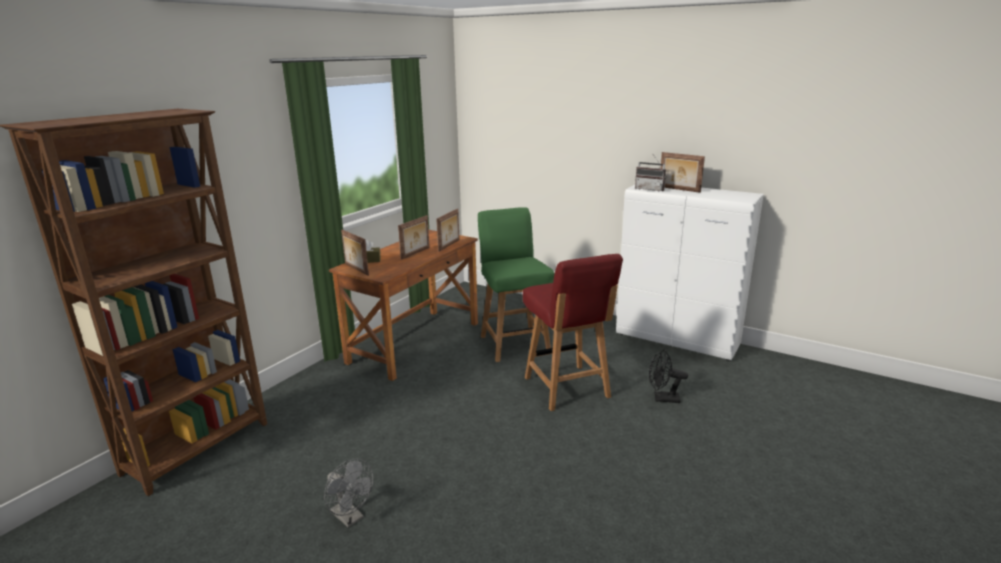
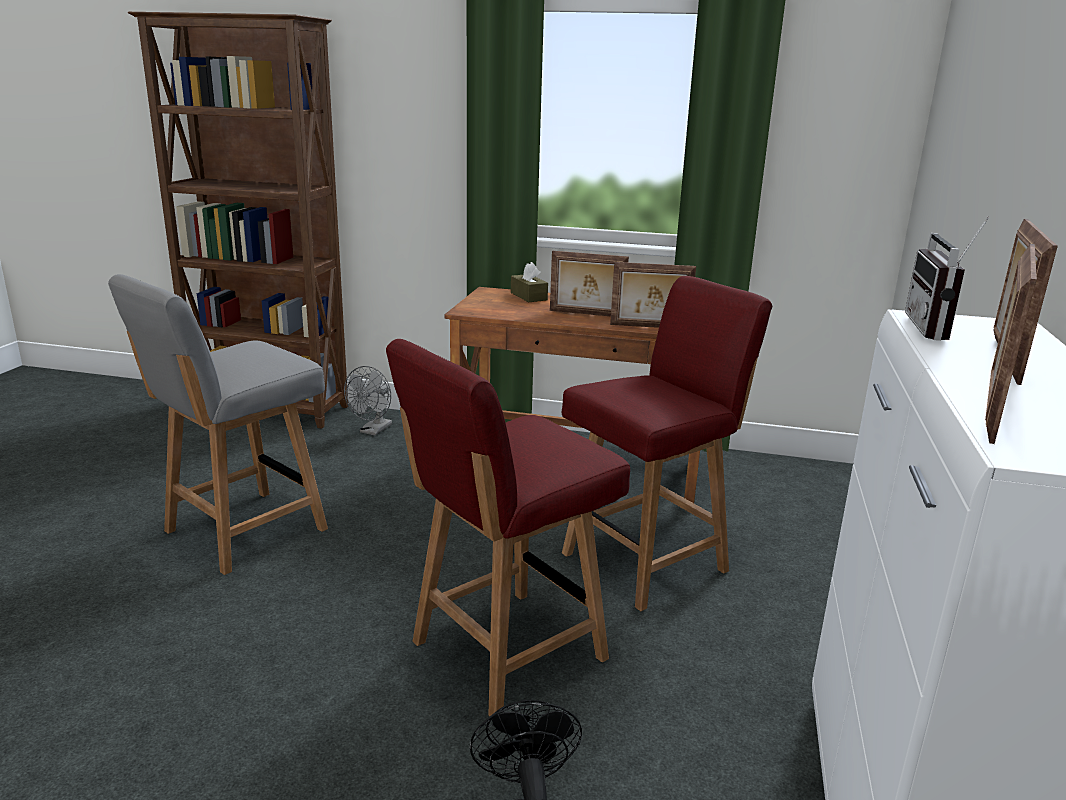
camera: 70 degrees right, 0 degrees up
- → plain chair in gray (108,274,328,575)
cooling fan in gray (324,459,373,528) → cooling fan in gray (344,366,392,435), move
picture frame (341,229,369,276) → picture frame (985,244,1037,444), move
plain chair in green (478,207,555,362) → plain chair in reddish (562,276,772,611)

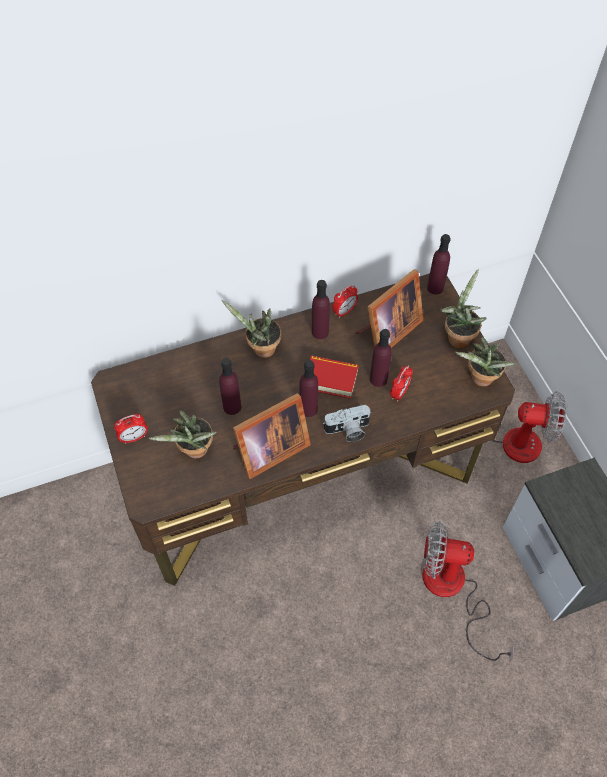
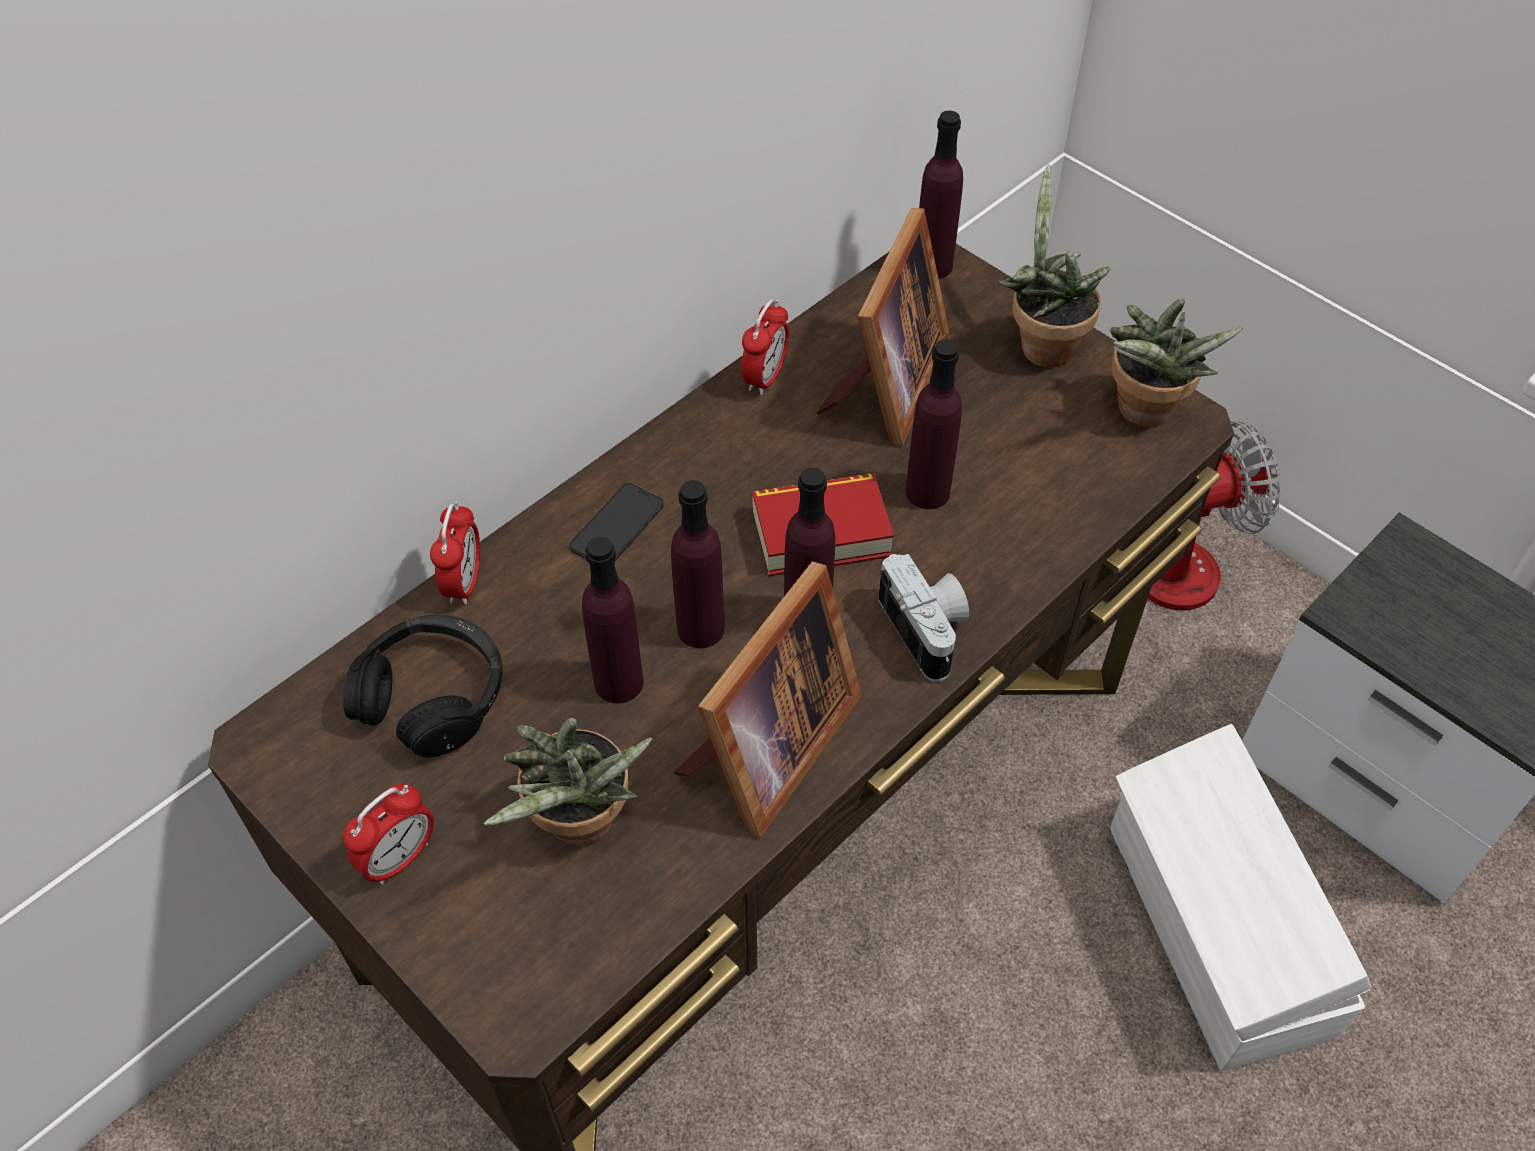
camera: 25 degrees left, 5 degrees down
- → pair of headphones in black-coloured (343,614,502,758)
bottle in purple (312,280,330,339) → bottle in purple (671,480,725,648), move
alarm clock (390,365,413,402) → alarm clock (430,502,480,605), move
potted plant (221,299,281,358) → telephone (569,483,664,562)
cooling fan (422,521,514,662) → storage bin in white-coloured (1110,724,1371,1071)
photo camera (323,405,371,442) → photo camera (878,554,969,682), 75 degrees counterclockwise

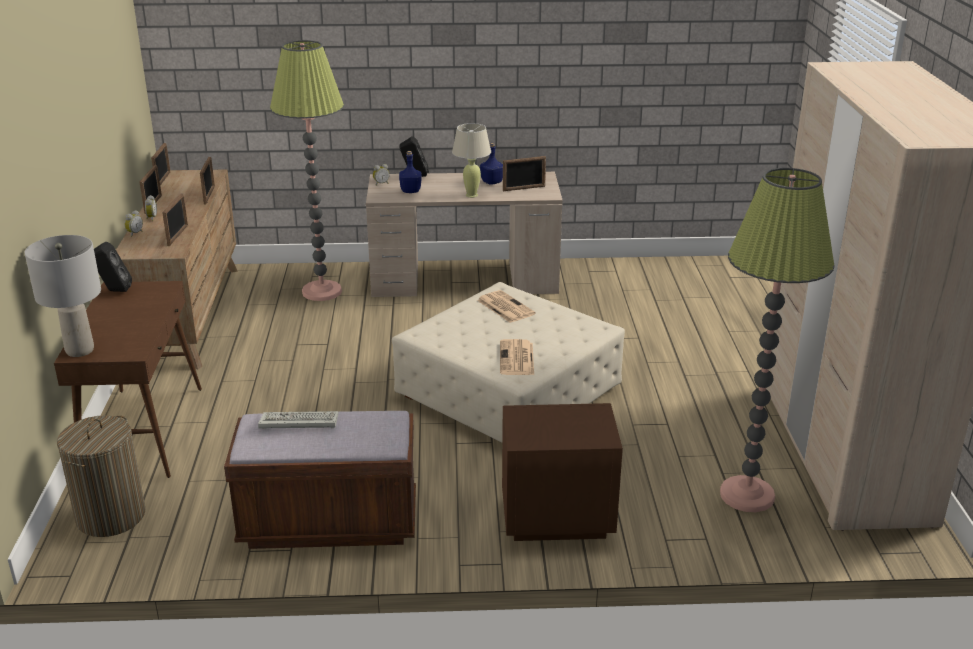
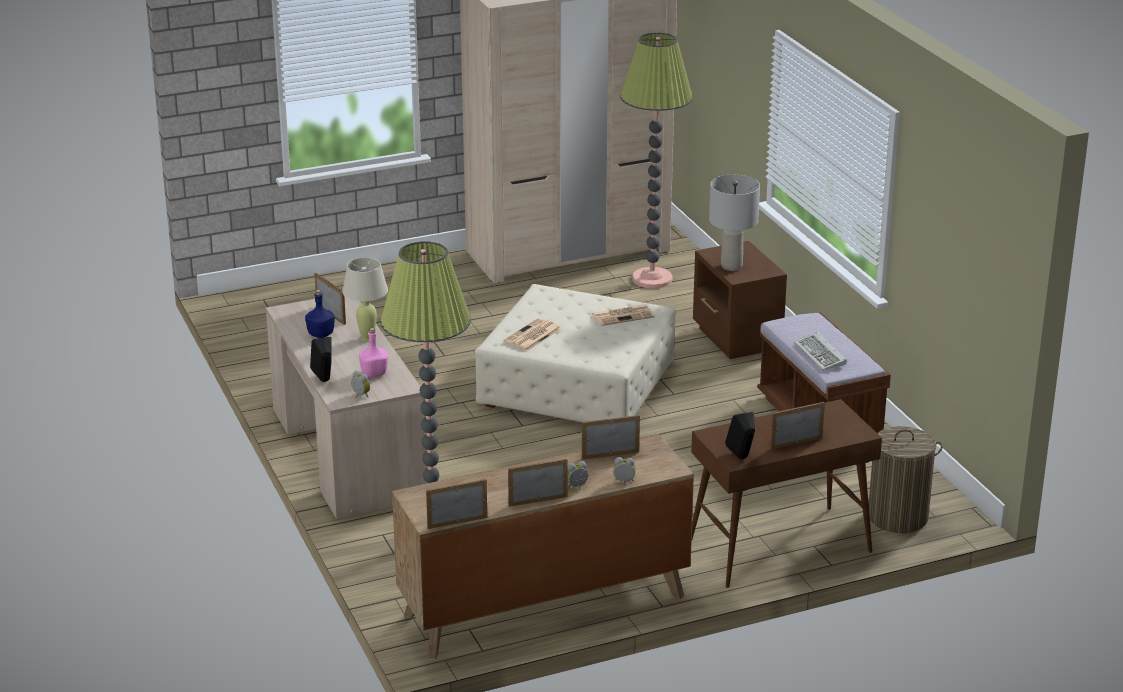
camera: 110 degrees left, 0 degrees up
table lamp in gray (25,235,101,357) → table lamp in gray (709,175,760,271), move
picture frame (200,157,215,204) → picture frame (770,402,825,450), move
bottle in bluish (399,151,422,193) → bottle in pink (359,328,388,377)

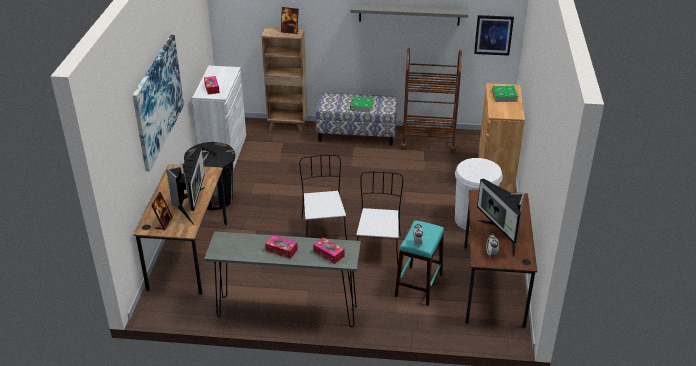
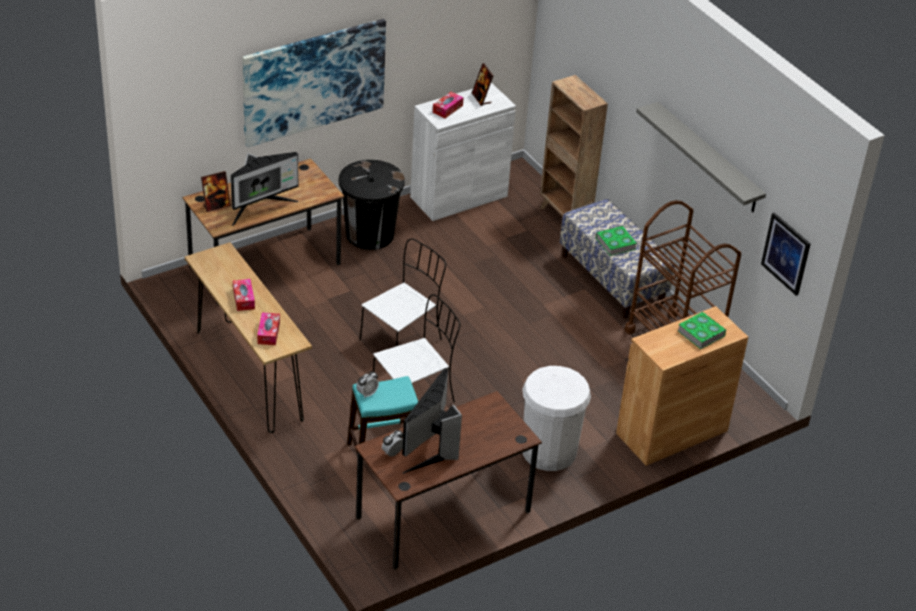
camera: 50 degrees right, 5 degrees up
picture frame (281,7,299,34) → picture frame (472,63,493,106), move
hall table in gray (204,231,361,327) → hall table in brown-coloured (185,242,312,433)

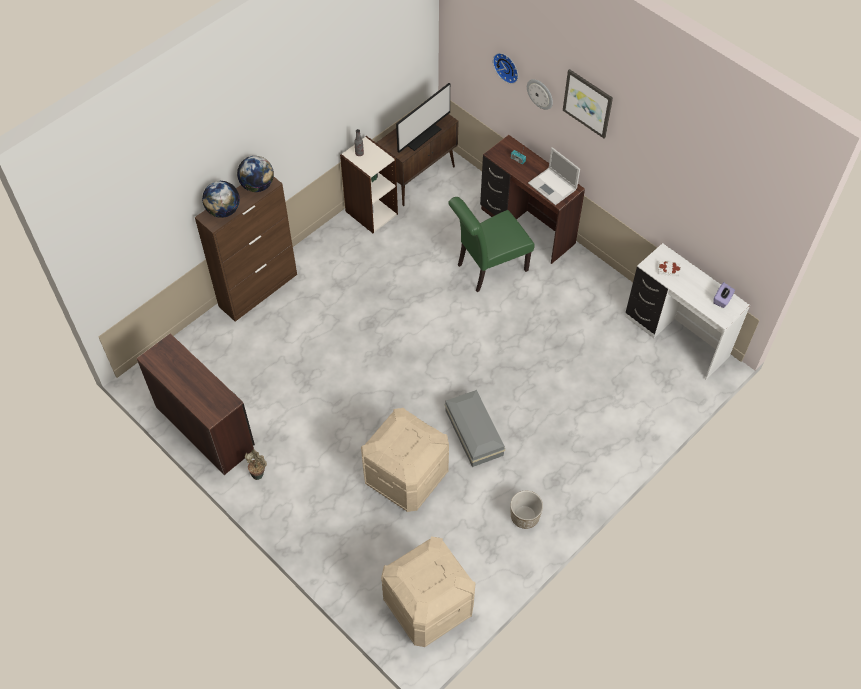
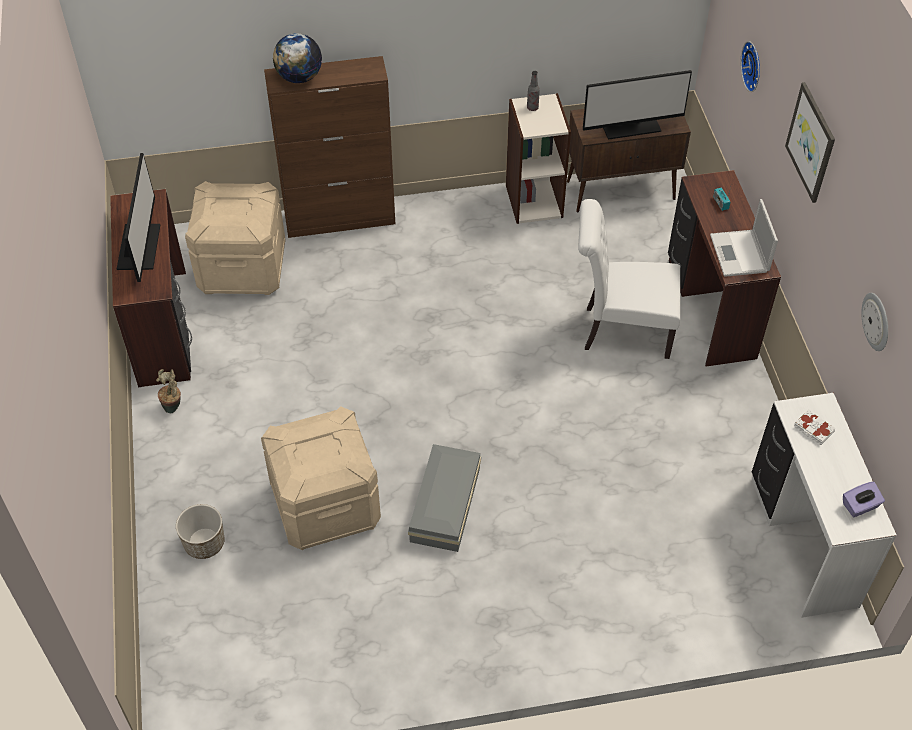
camera: 35 degrees right, 5 degrees down
world globe (237,156,274,192) → -
- → monitor (117,153,160,282)
storage bin in beige (381,536,475,647) → storage bin in beige (185,181,286,295), move
plant pot (511,491,543,529) → plant pot (176,504,225,559), move
wall clock (527,79,553,110) → wall clock (862,293,888,351), move
plain chair in green (448,197,535,292) → plain chair in white-coloured (578,199,680,359)

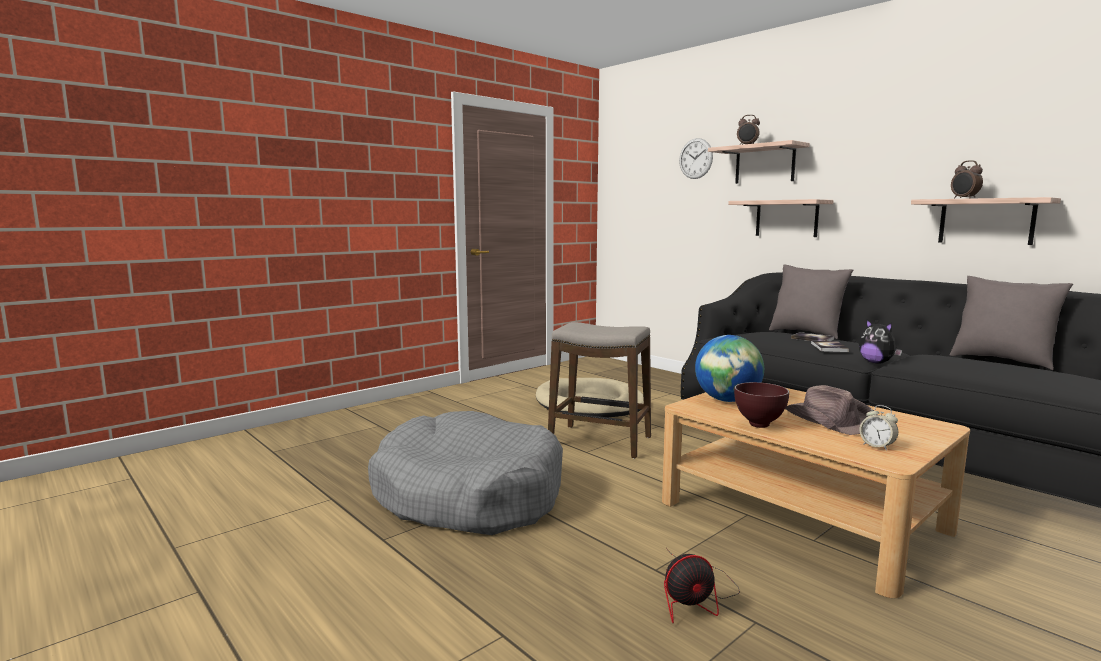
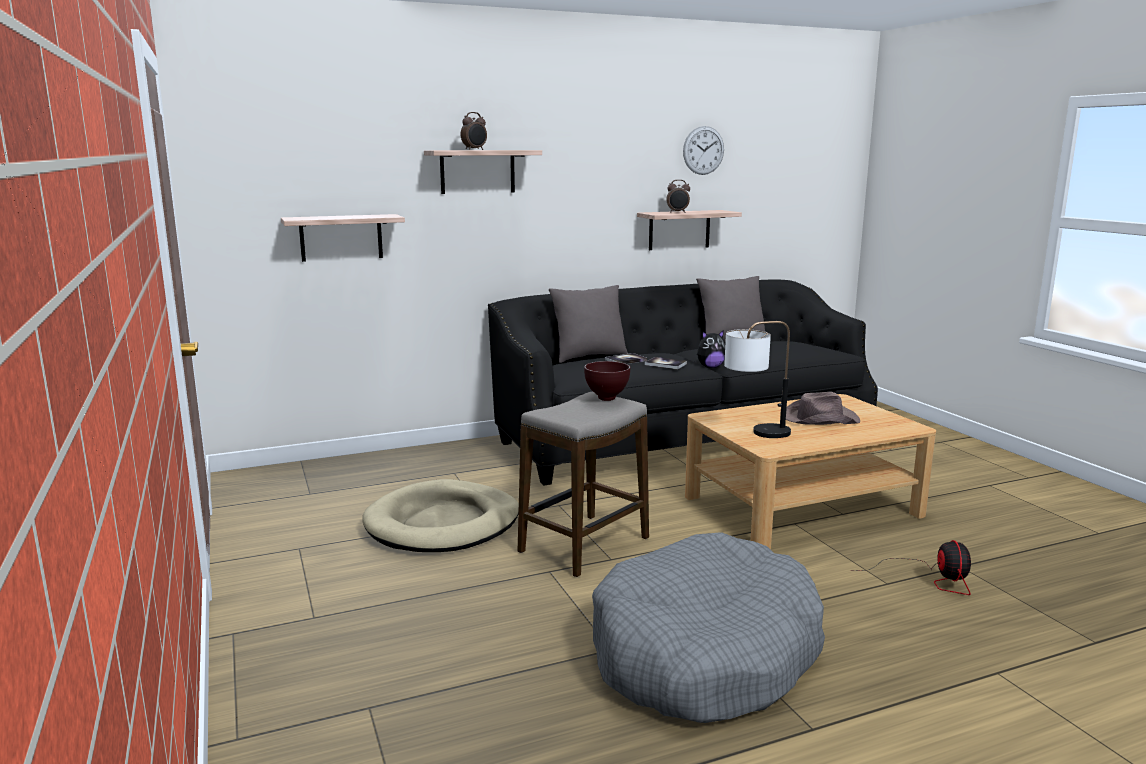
camera: 70 degrees left, 5 degrees up
alarm clock (860,405,898,451) → -
wall clock (679,138,713,179) → wall clock (683,126,724,175), move
bracket shelf (728,199,834,237) → bracket shelf (281,214,405,262), move
bowl in brown-coloured (734,382,789,428) → bowl in brown-coloured (584,361,630,401), move
world globe (695,335,764,402) → table lamp (724,321,791,438)

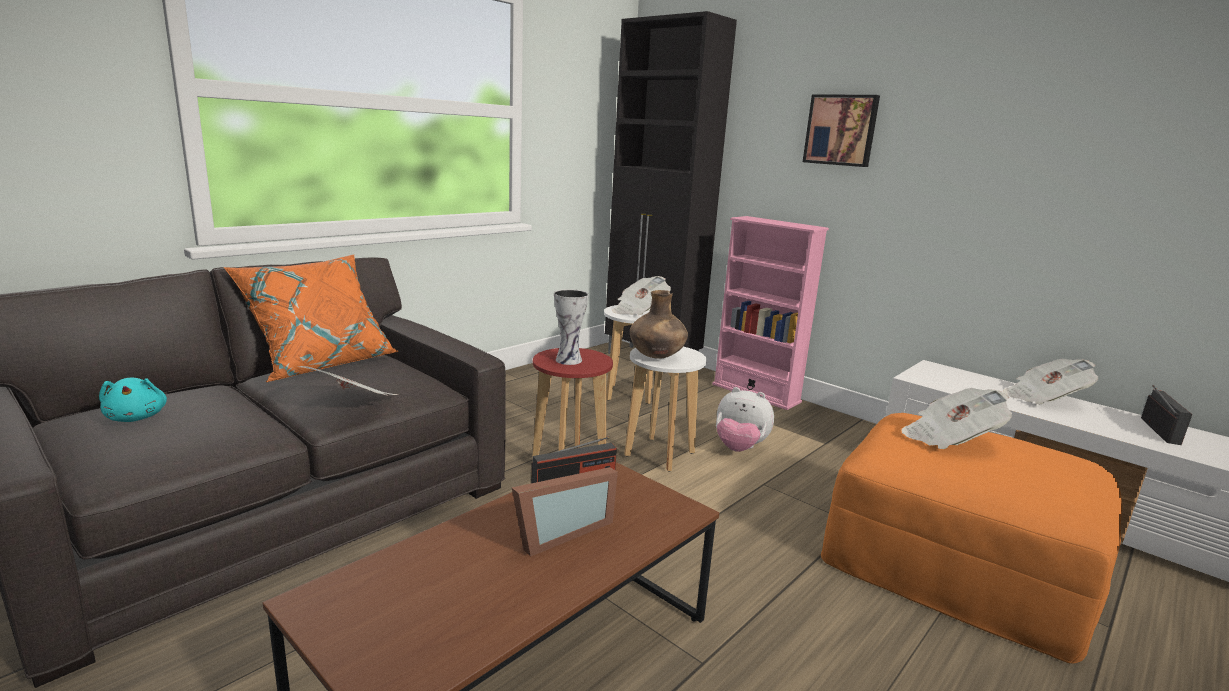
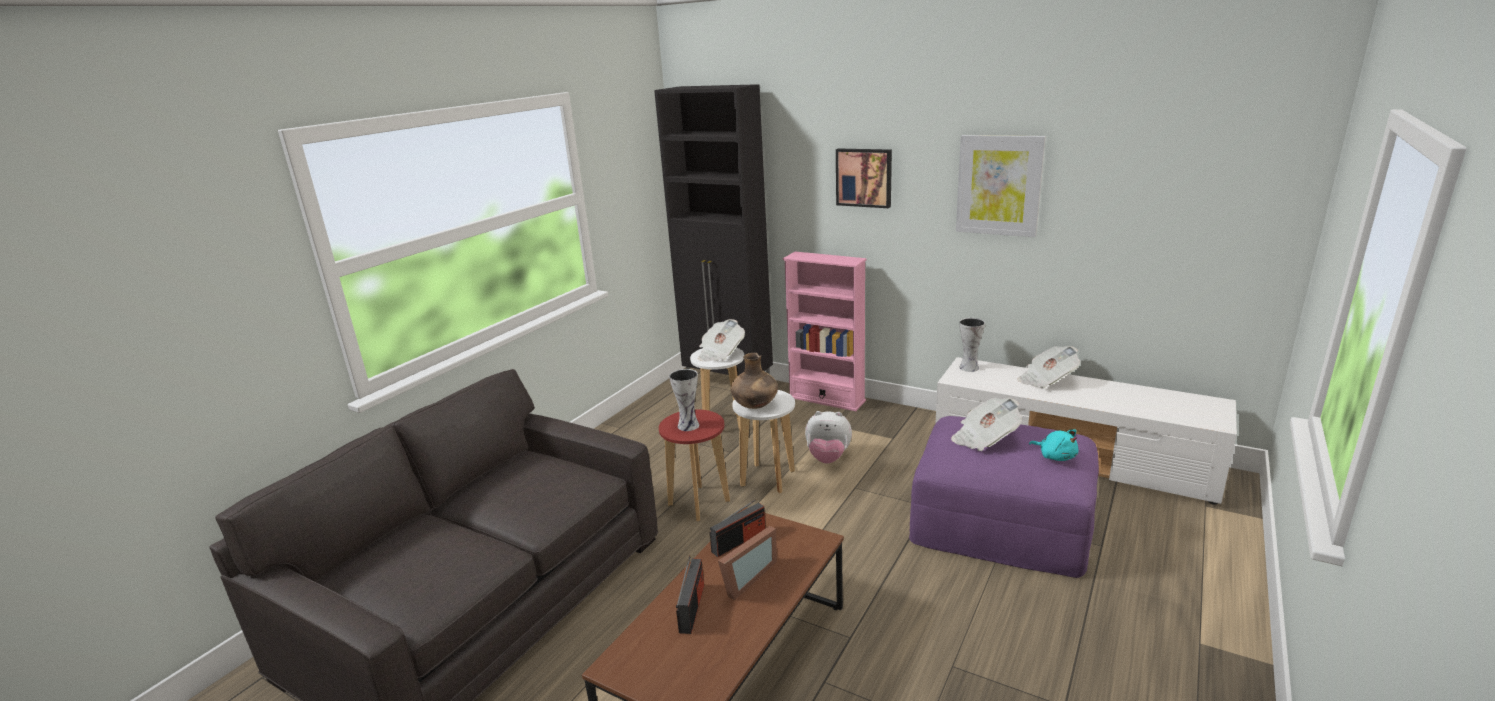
camera: 10 degrees left, 5 degrees up
throw pillow in orangey (223,255,398,382) → -
daily paper (300,366,398,395) → -
- → picture (956,135,1046,237)
- → decorative vase (959,318,985,372)
cuddly toy in blue-green (99,378,167,422) → cuddly toy in blue-green (1029,429,1078,461), move
radio set (1141,385,1192,445) → radio set (676,555,704,634), move
footrest in orangey (821,413,1122,664) → footrest in purple (909,416,1099,578)

